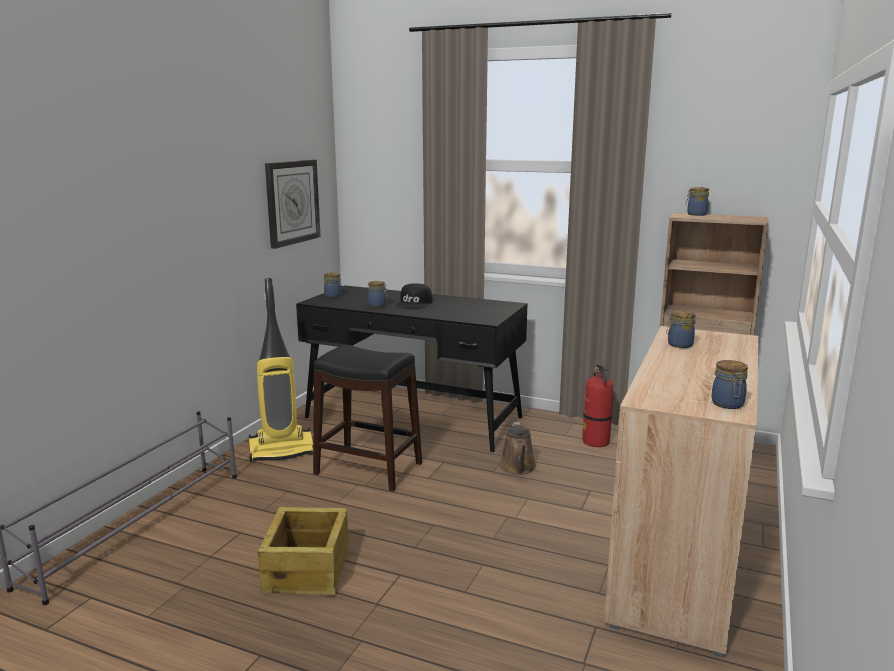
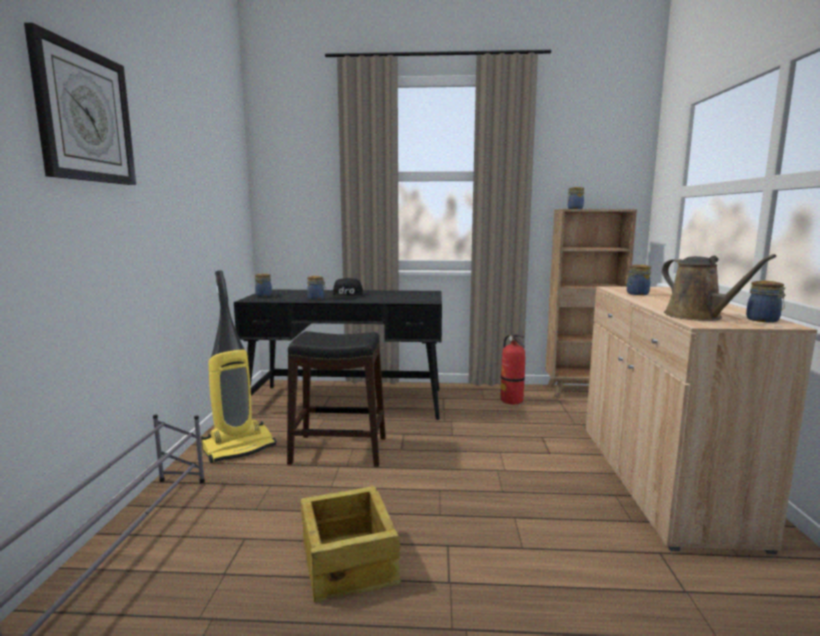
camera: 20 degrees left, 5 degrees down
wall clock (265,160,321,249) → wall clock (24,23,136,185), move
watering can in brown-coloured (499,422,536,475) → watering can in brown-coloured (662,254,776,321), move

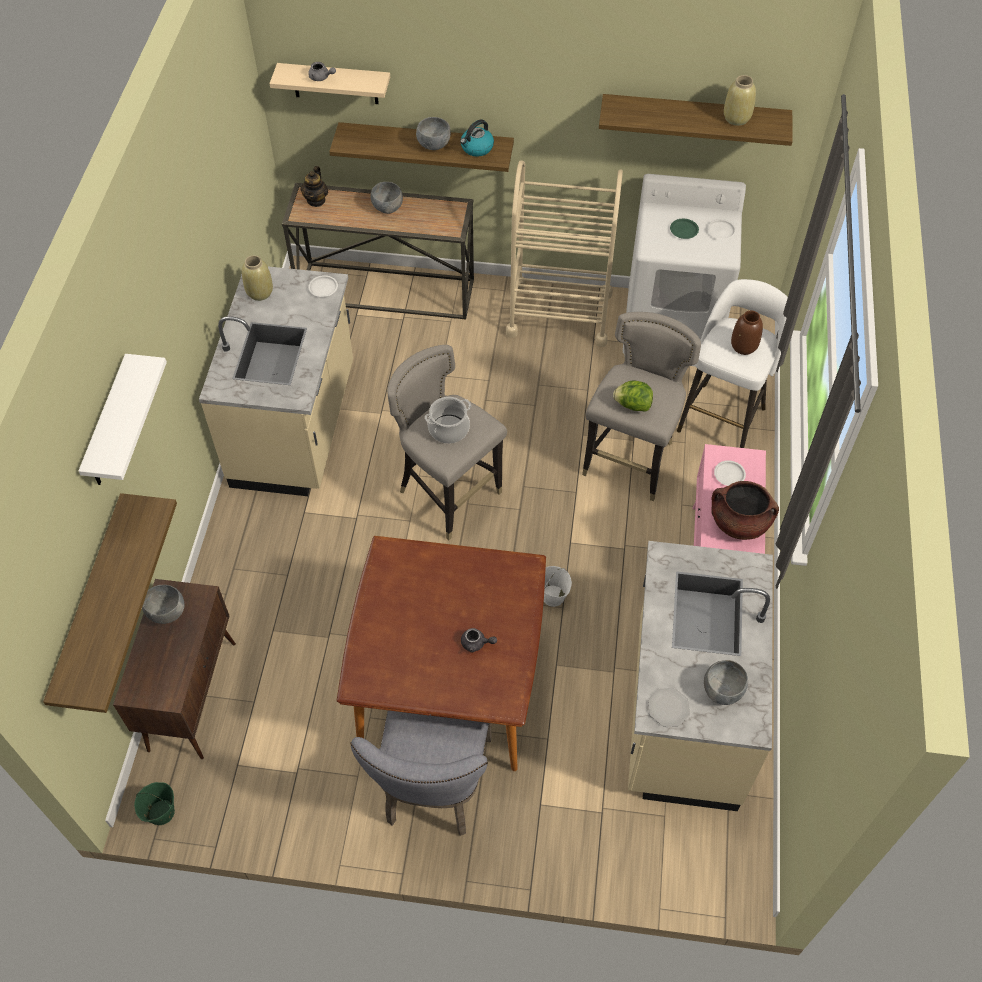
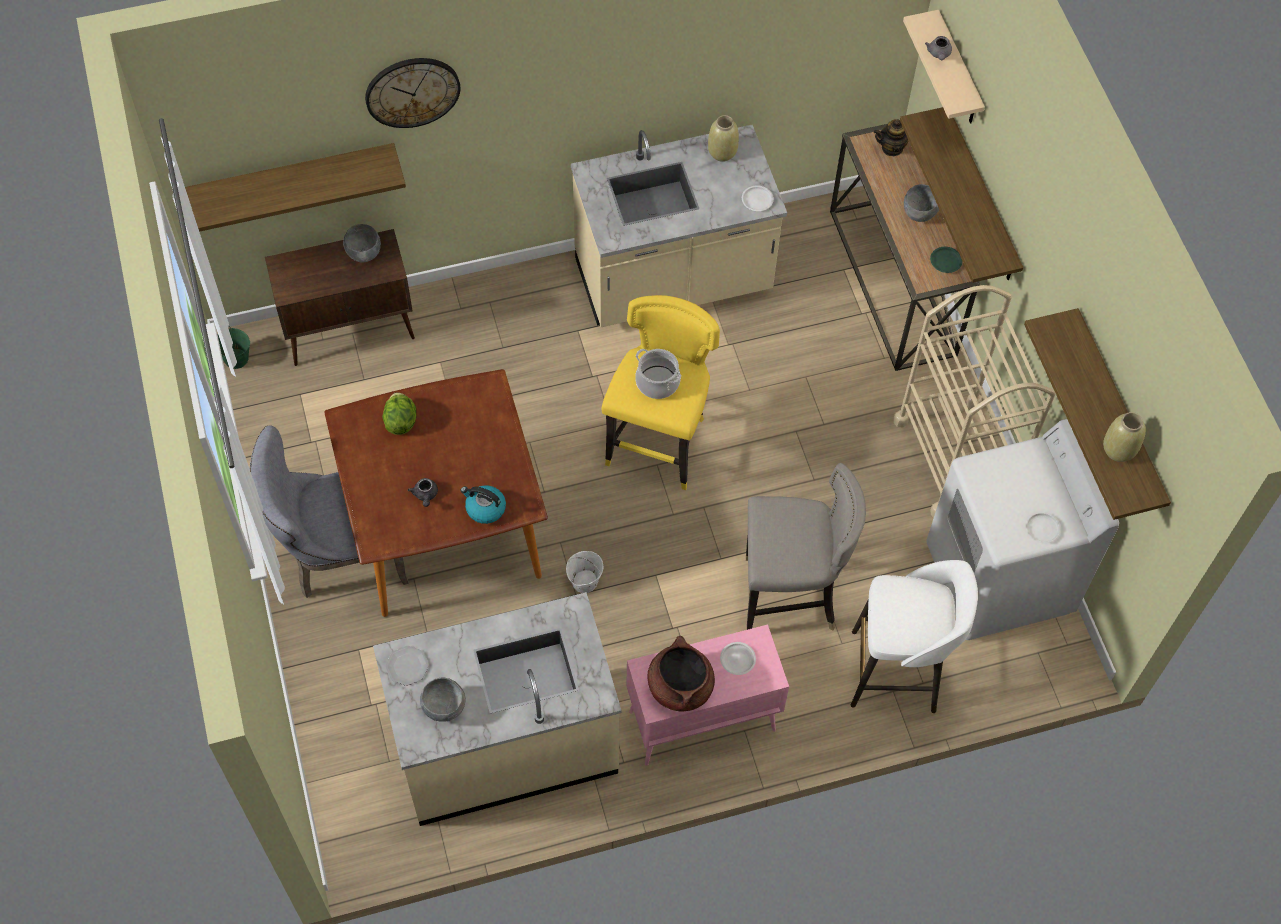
camera: 65 degrees right, 5 degrees up
bowl in gray (416,117,451,150) → -
decorative vase in brown-coloured (731,310,763,355) → -
kettle (460,119,494,157) → kettle (460,485,506,524), move
head of lettuce (613,380,653,412) → head of lettuce (382,392,417,435), move
plate in green (670,219,699,239) → plate in green (930,247,962,273), move
bracket shelf in white-coloured (79,354,167,485) → wall clock (365,58,461,128)
sitting stool in gray (387,345,507,540) → sitting stool in yellow (601,295,720,490)

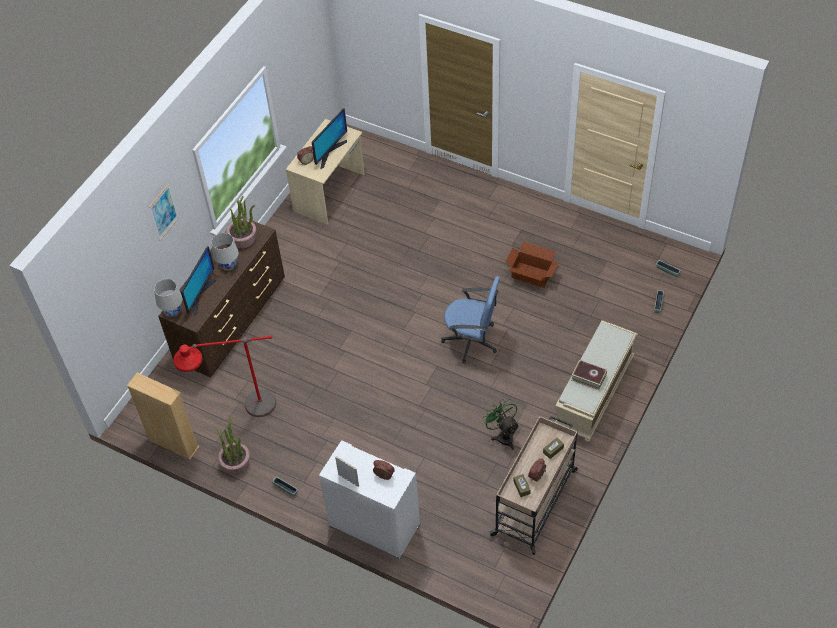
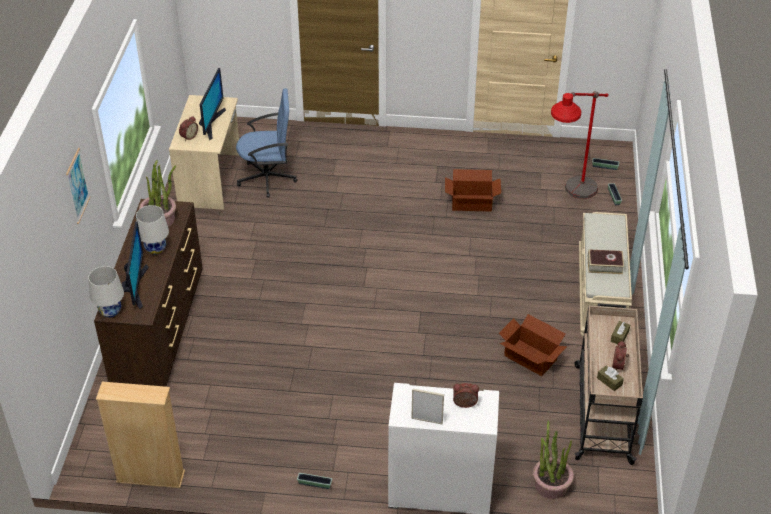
camera: 25 degrees left, 10 degrees down
floor lamp in reddish (173,336,276,417) → floor lamp in reddish (551,91,609,199), move
potted plant (217,417,250,475) → potted plant (533,420,574,499), move
desk chair in bluish (441,276,500,364) → desk chair in bluish (236,88,298,198), move
cooling fan in green (482,399,519,450) → cardboard box (499,314,567,376)

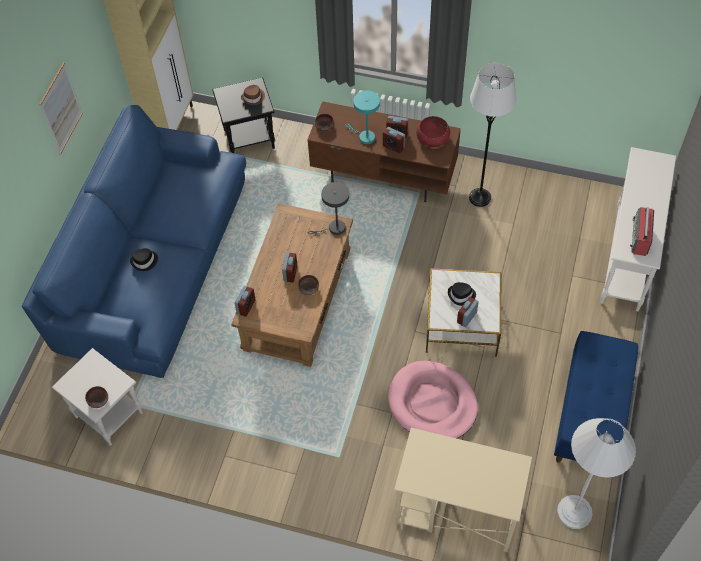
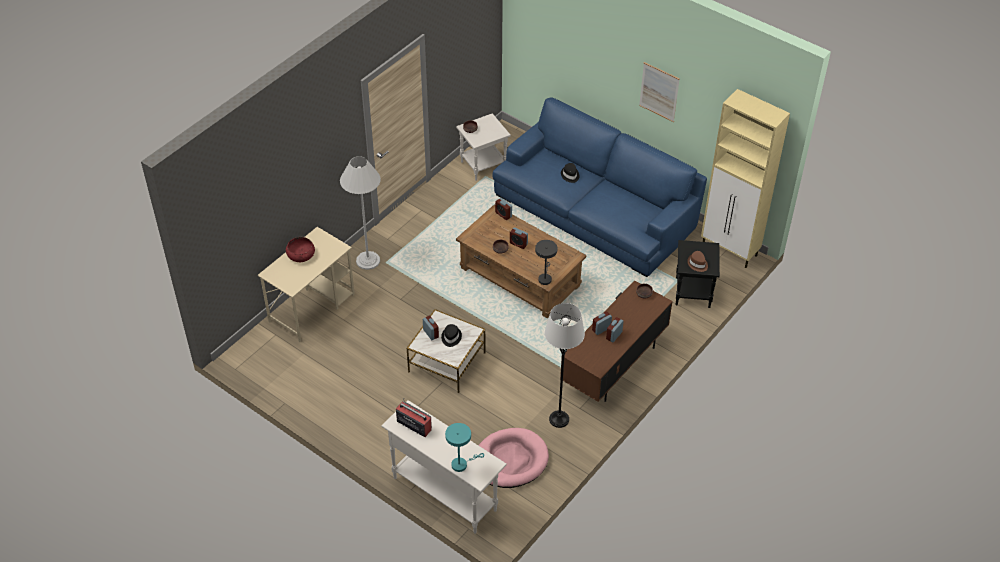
camera: 110 degrees right, 10 degrees down
long seat in bluish (554,331,638,463) → -
table lamp in blue-green (345,91,380,144) → table lamp in blue-green (445,423,484,472), move
dog cushion in pink (388,361,478,439) → dog cushion in pink (478,428,549,488), move
bowl in reddish (416,116,450,147) → bowl in reddish (286,237,315,263), move
floor lamp in white-coloured (557,418,636,529) → floor lamp in white-coloured (340,156,381,270), move

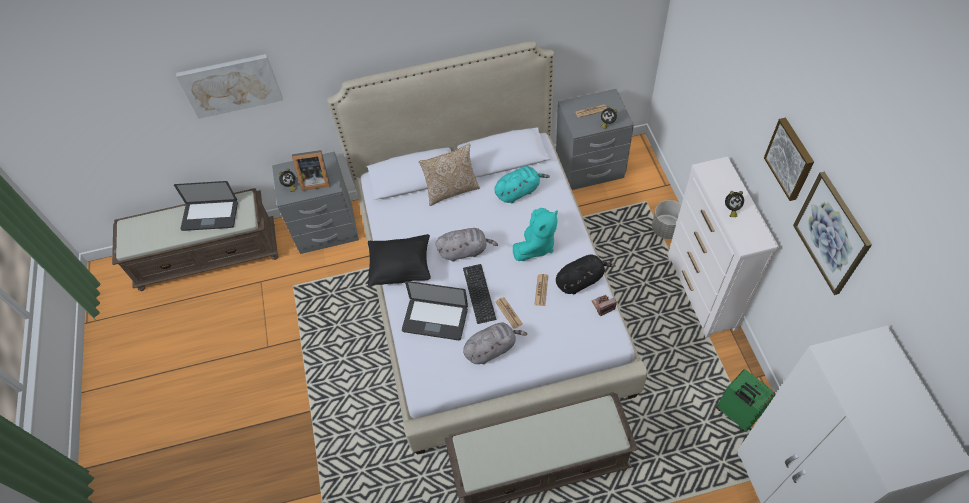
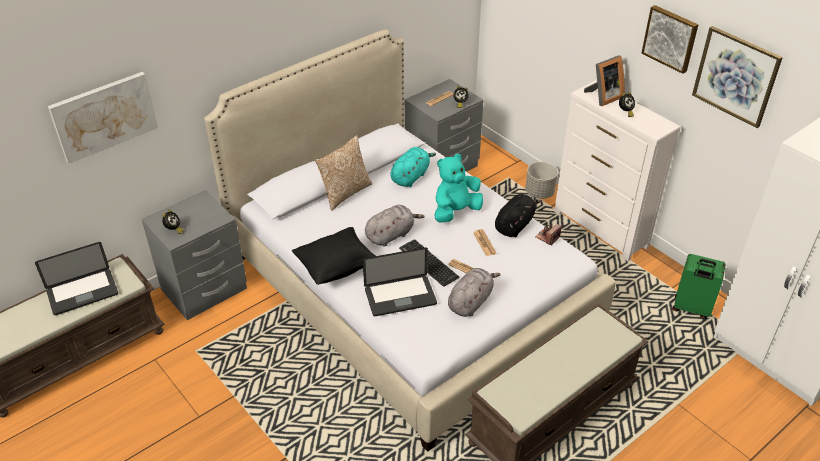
camera: 30 degrees left, 15 degrees down
picture frame (292,150,330,191) → picture frame (584,55,625,106), move
cuddly toy in blue-green (513,208,558,261) → cuddly toy in blue-green (434,154,483,223), 135 degrees counterclockwise

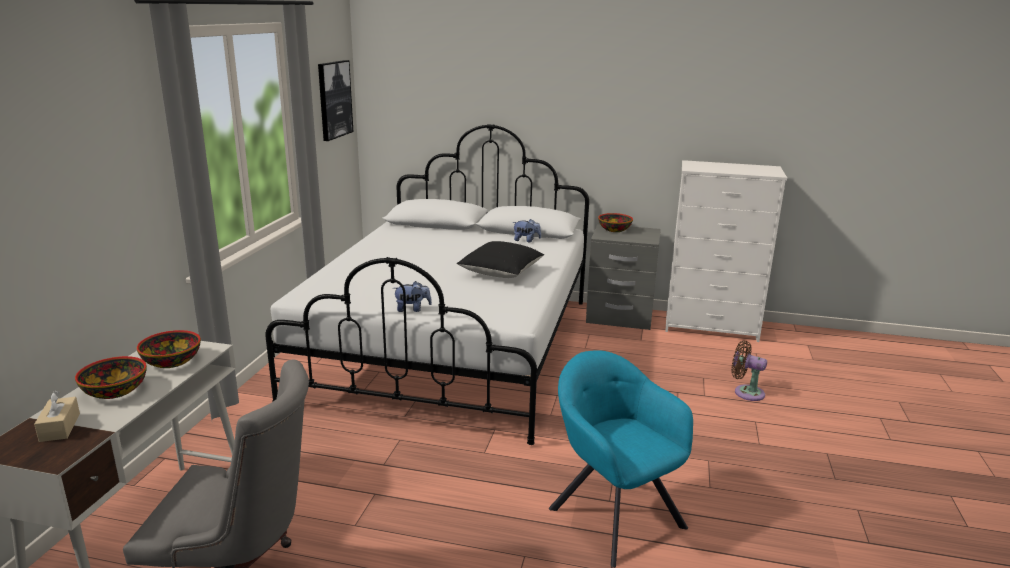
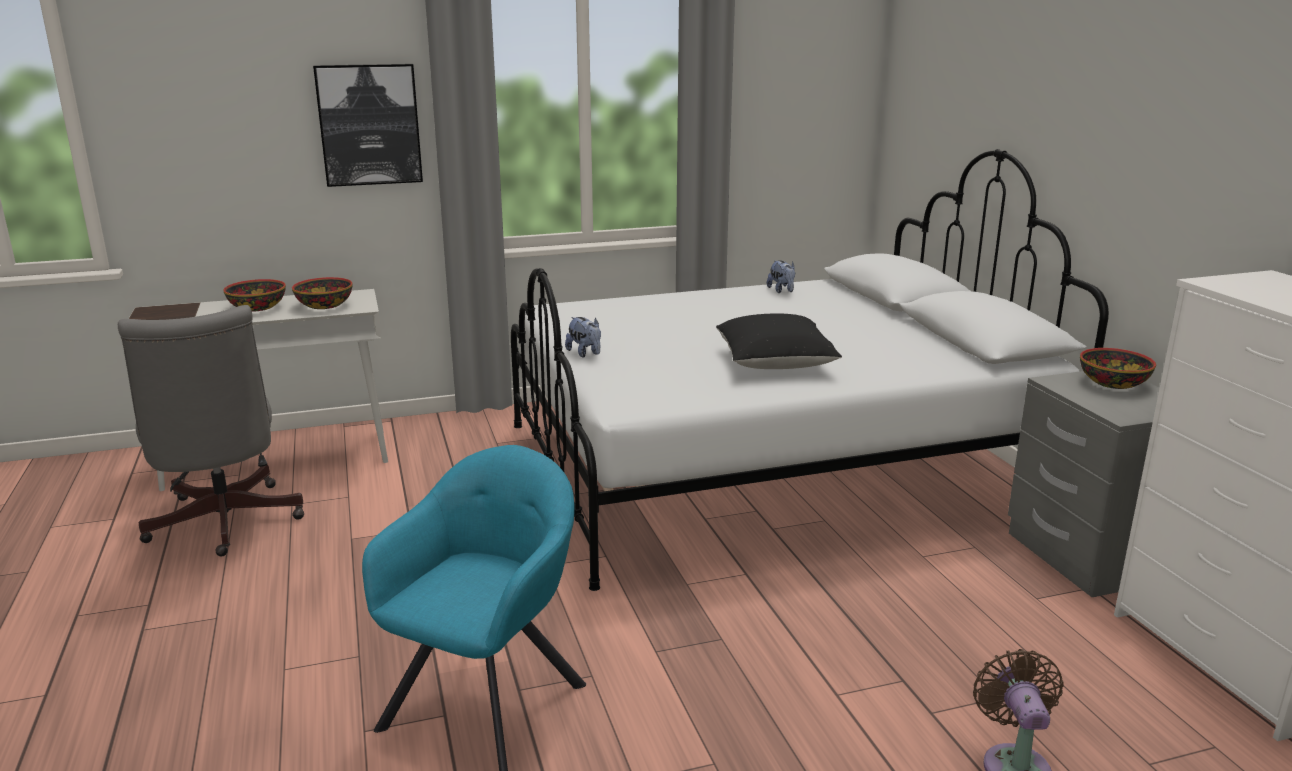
camera: 60 degrees right, 0 degrees up
box of tissues in beige (34,391,80,442) → -
picture (318,60,353,141) → picture (313,64,423,187), move
cuddly toy (513,219,541,242) → cuddly toy (767,260,795,293), move

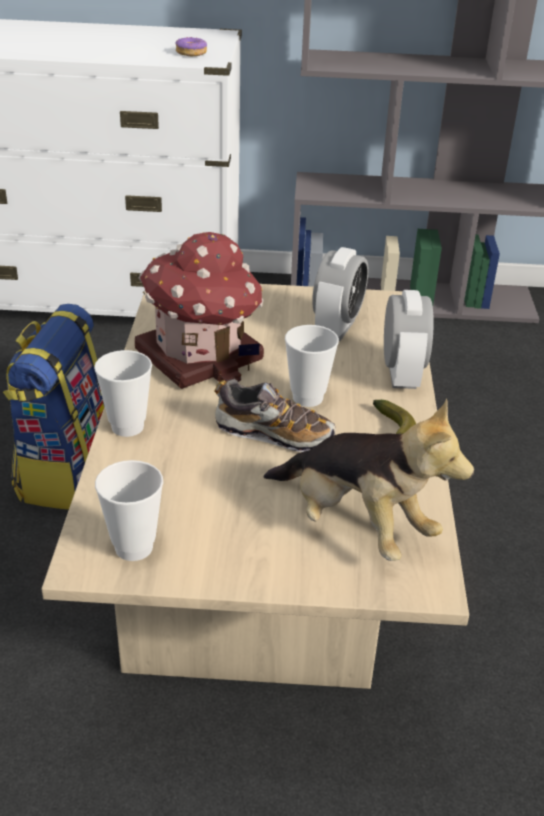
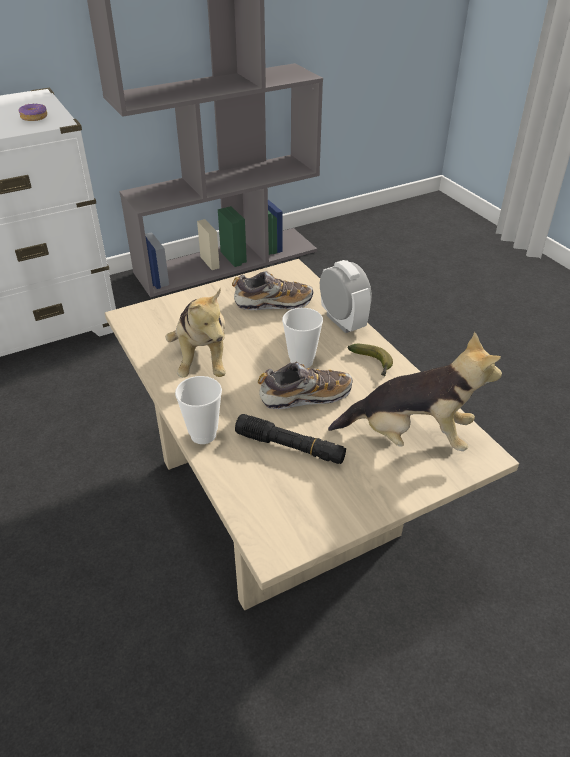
camera: 30 degrees left, 5 degrees up
knapsack (3,304,105,510) → -
drinking cup (95,460,163,561) → -
- → torch in black-coloured (235,414,346,464)
model house (135,232,264,389) → cuddly toy (165,288,226,378)
alarm clock (312,247,369,341) → shoe (232,271,313,310)

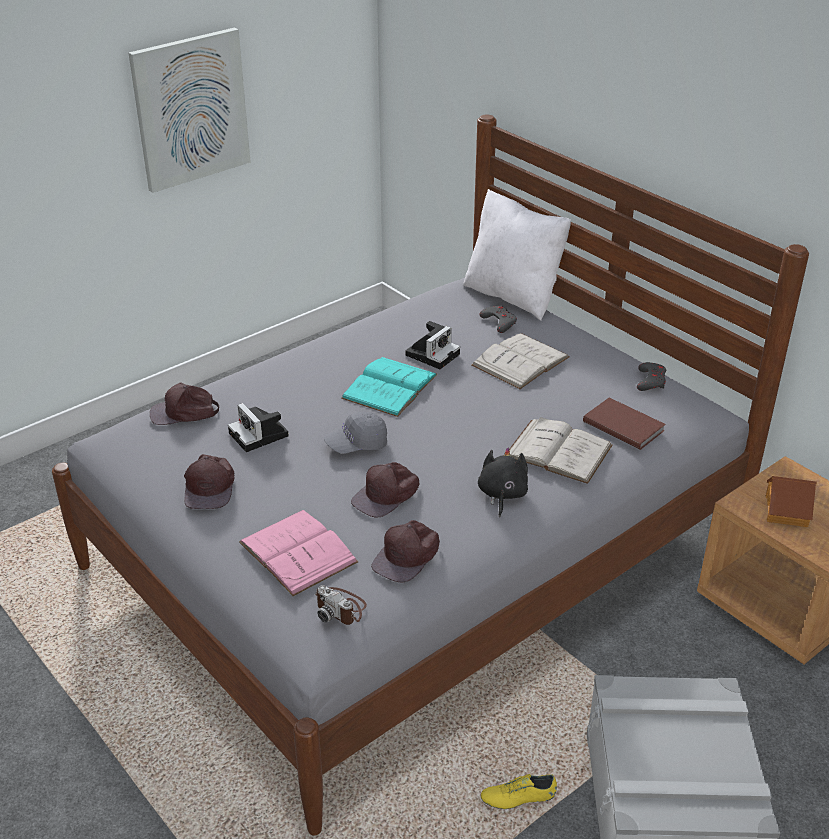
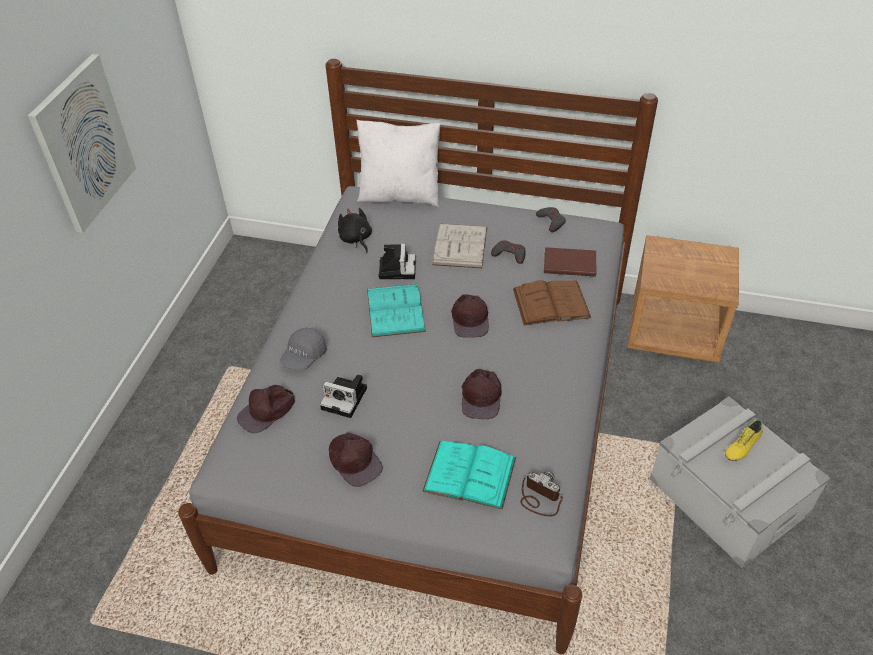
camera: 35 degrees left, 10 degrees up
model house (766,476,817,527) → -
peaked cap in gray (324,412,387,454) → peaked cap in gray (280,328,327,370), move
peaked cap in brown-coloured (371,520,440,583) → peaked cap in brown-coloured (451,294,489,338), move
cuddly toy in black-coloured (478,447,528,517) → cuddly toy in black-coloured (338,208,372,252), move
gamepad in gray (479,305,517,333) → gamepad in gray (491,240,526,264), move
shoe in yellow (481,774,557,809) → shoe in yellow (725,420,763,461), move
book in pink (239,510,358,596) → book in blue-green (422,441,516,510)
book in white-coloured (509,417,613,484) → book in brown-coloured (513,280,591,326)
photo camera (315,585,367,625) → photo camera (520,471,563,517), 150 degrees counterclockwise

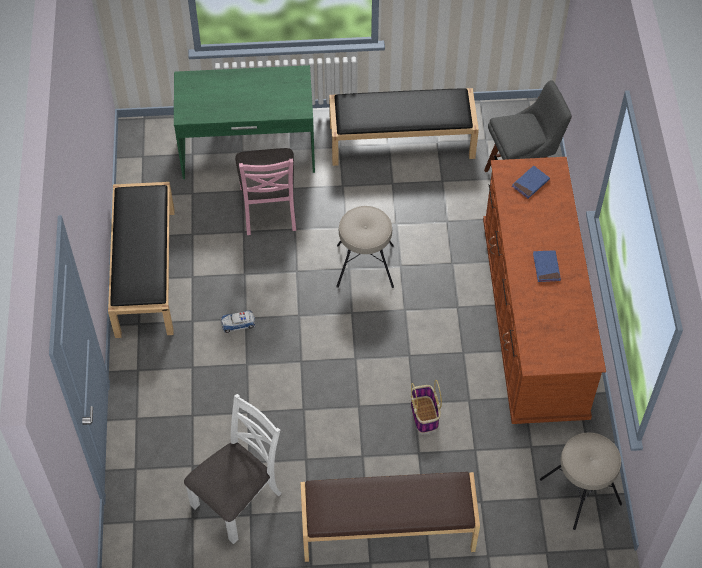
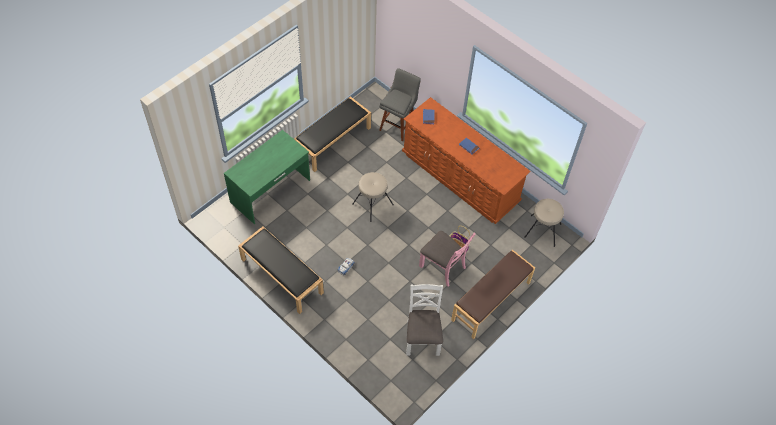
camera: 45 degrees left, 0 degrees up
plain chair in pink (235,148,296,235) → plain chair in pink (419,231,476,286), move

